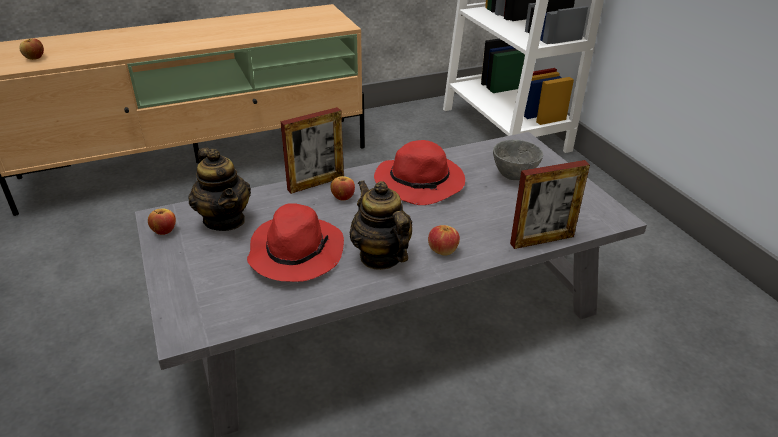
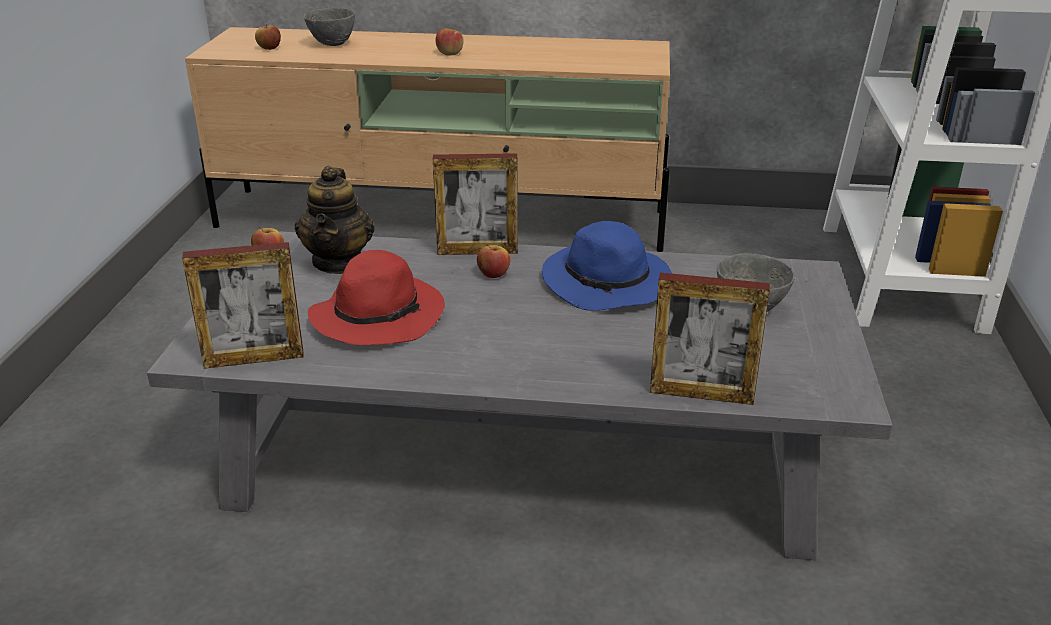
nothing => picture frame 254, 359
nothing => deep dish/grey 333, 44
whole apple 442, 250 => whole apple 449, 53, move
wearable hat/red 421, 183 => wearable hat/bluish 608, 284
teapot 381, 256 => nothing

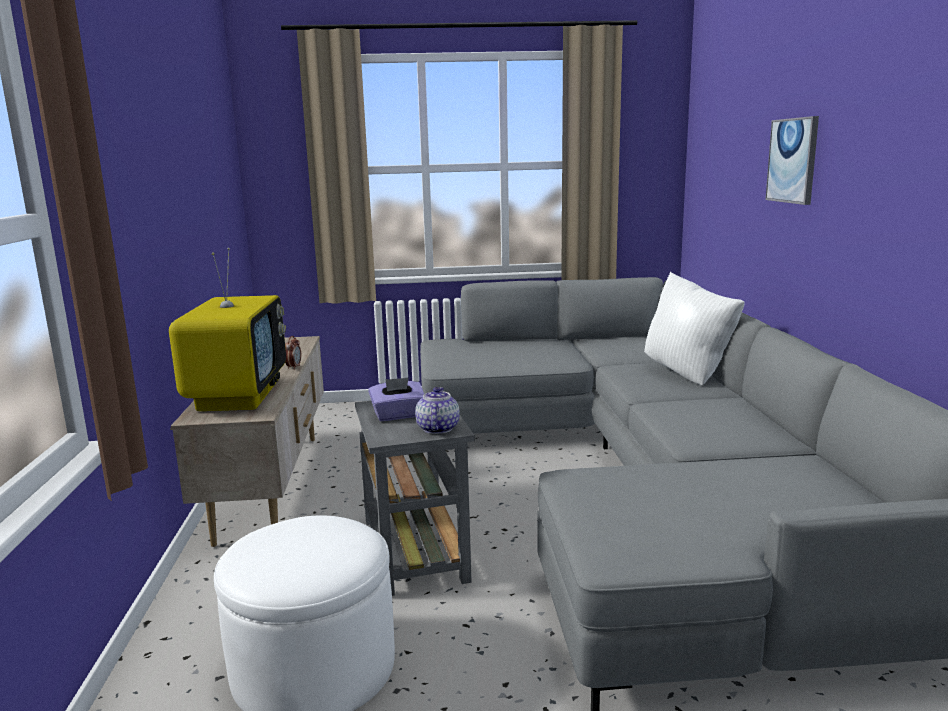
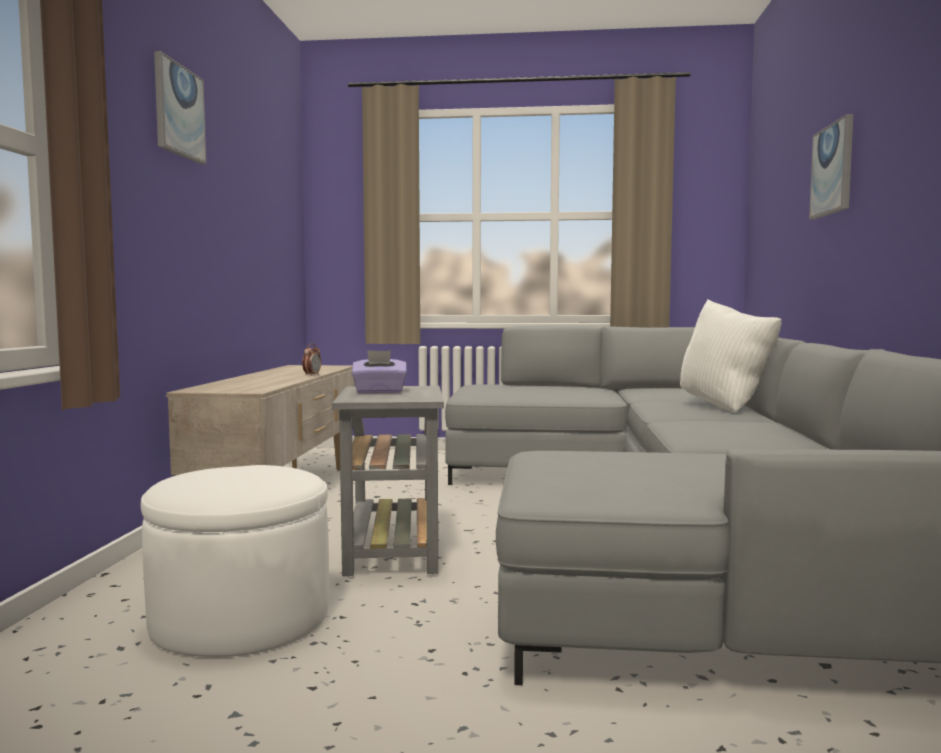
nothing => wall picture 178, 111
television 238, 395 => nothing
teapot 437, 428 => nothing

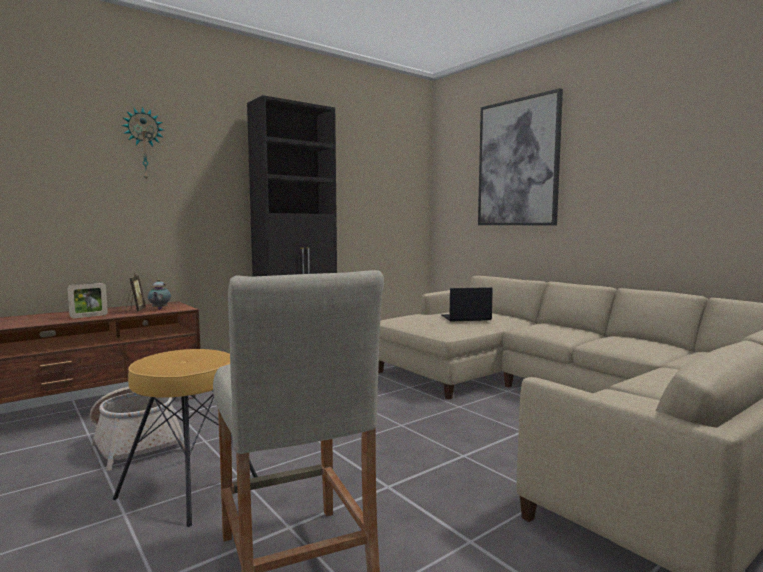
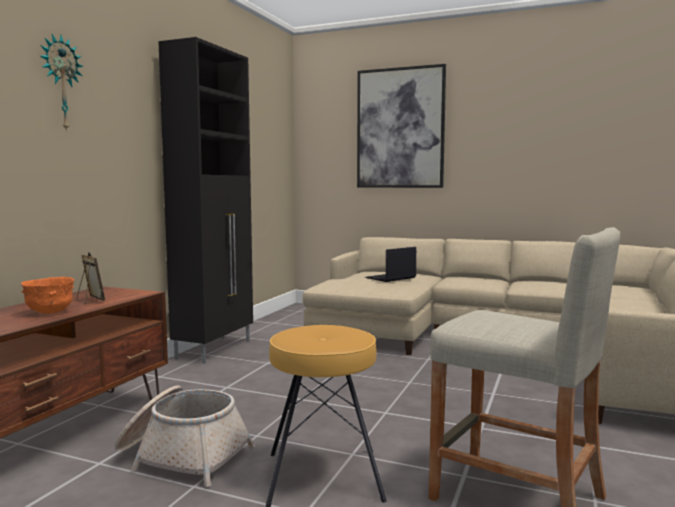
picture frame 89, 316 => deep dish/orange-coloured 50, 313
teapot 159, 309 => nothing

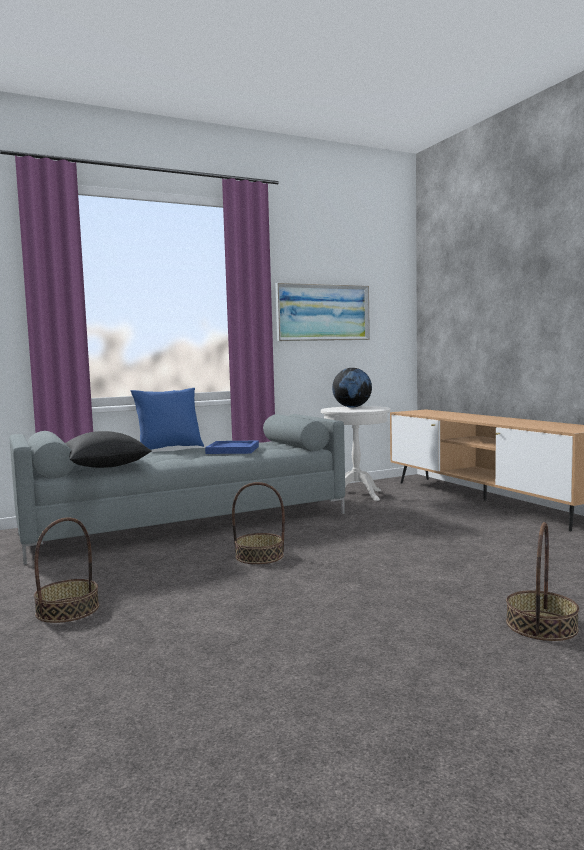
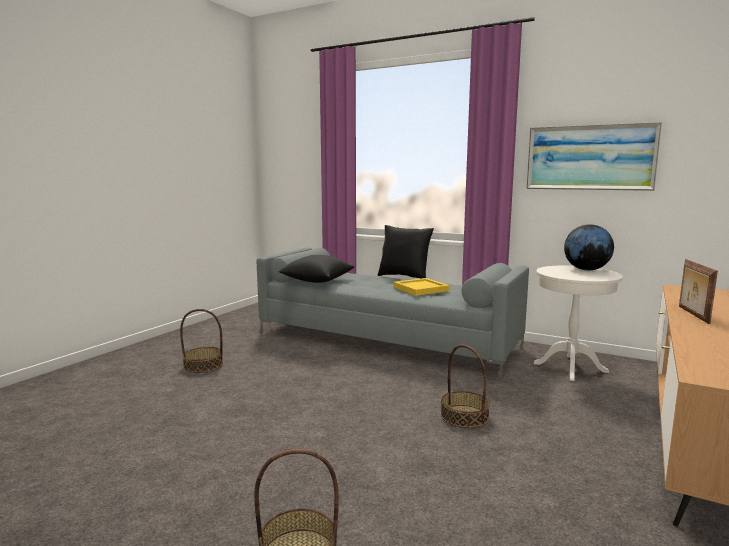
pillow/bluish 169, 449 => pillow/black 404, 277
serving tray/bluish 232, 450 => serving tray/yellow 421, 289
basket 259, 556 => basket 464, 416, move
nothing => picture frame 692, 314

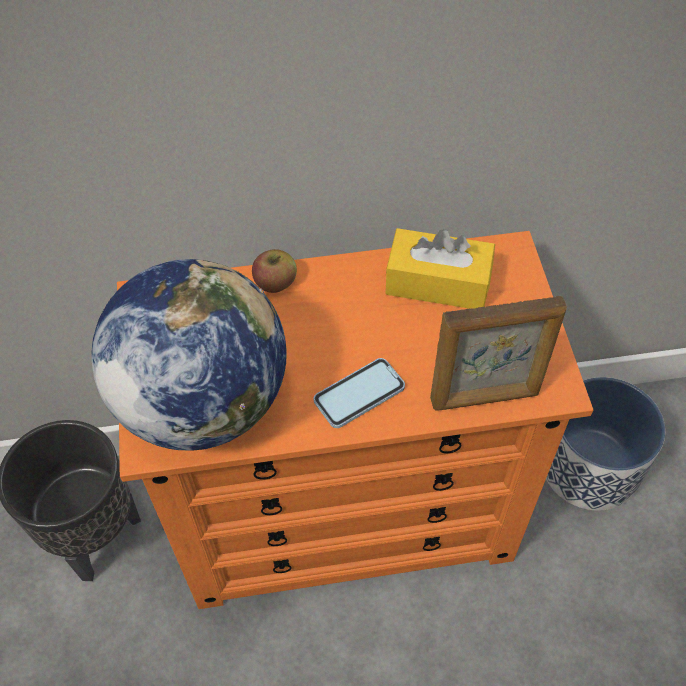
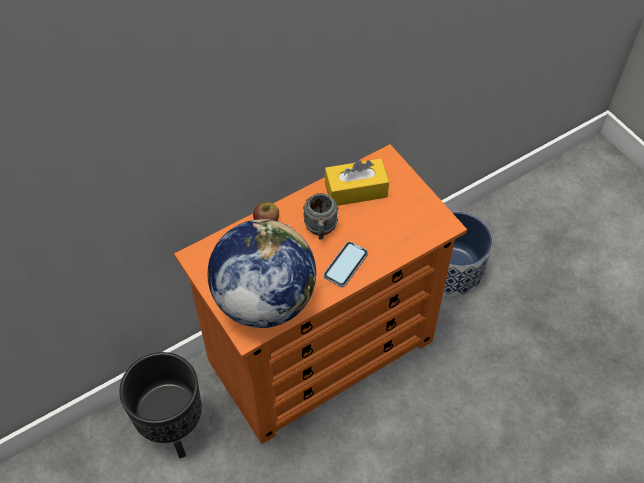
nothing => tea mug/grey 320, 230
picture frame 485, 398 => nothing

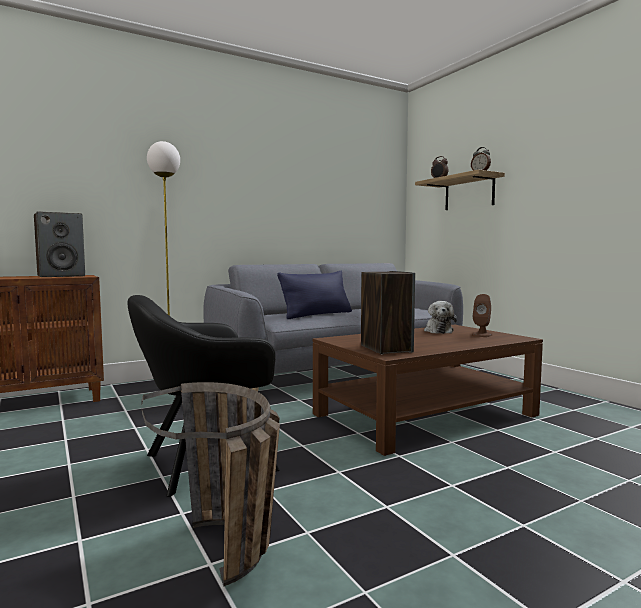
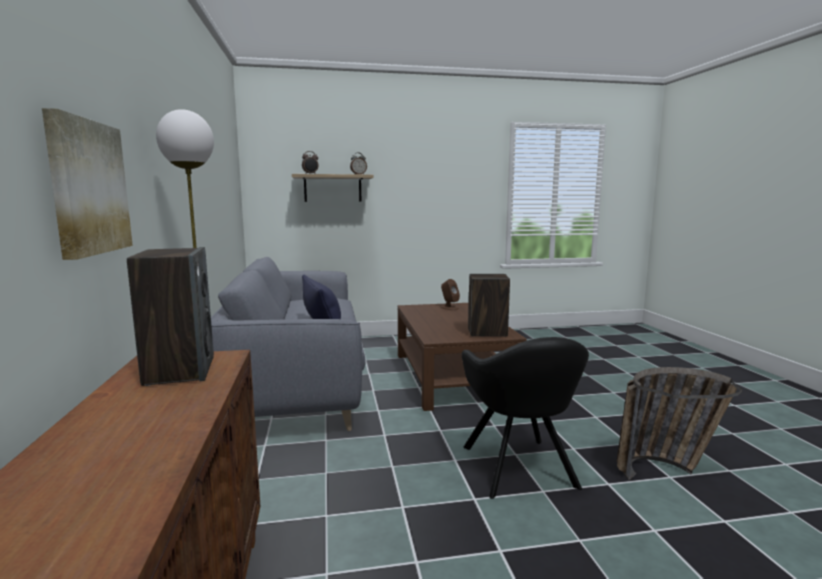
nothing => wall picture 87, 187
cuddly toy 438, 331 => nothing

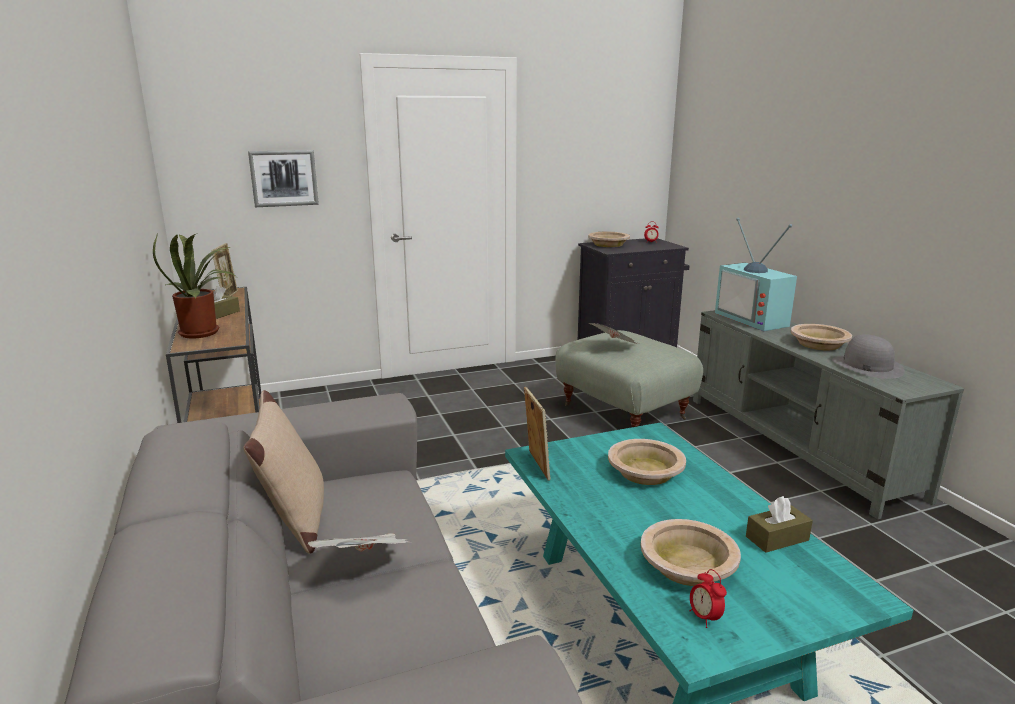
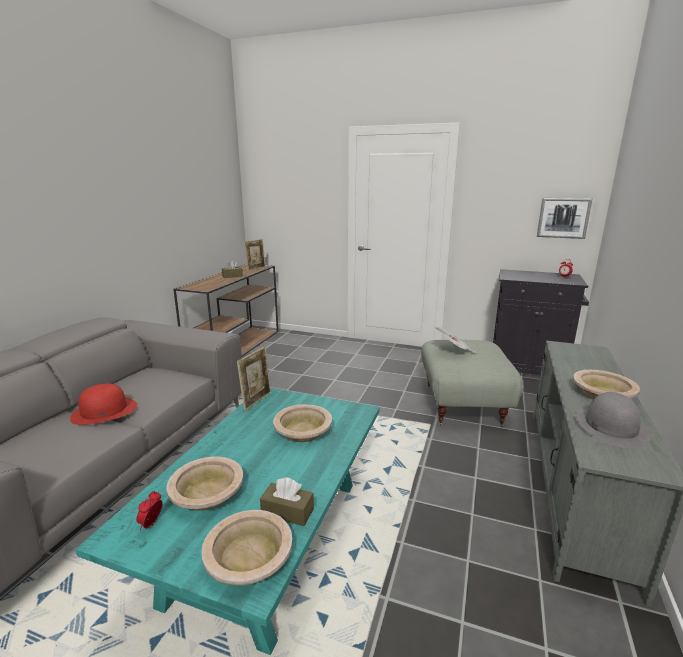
newspaper 365, 563 => wearable hat/red 104, 411
deep dish/beige-coloured 608, 244 => deep dish/beige-coloured 249, 558, move
wall picture 284, 178 => wall picture 563, 218, move
potted plant 204, 333 => nothing
pillow/beige-coloured 295, 523 => nothing
television 754, 319 => nothing

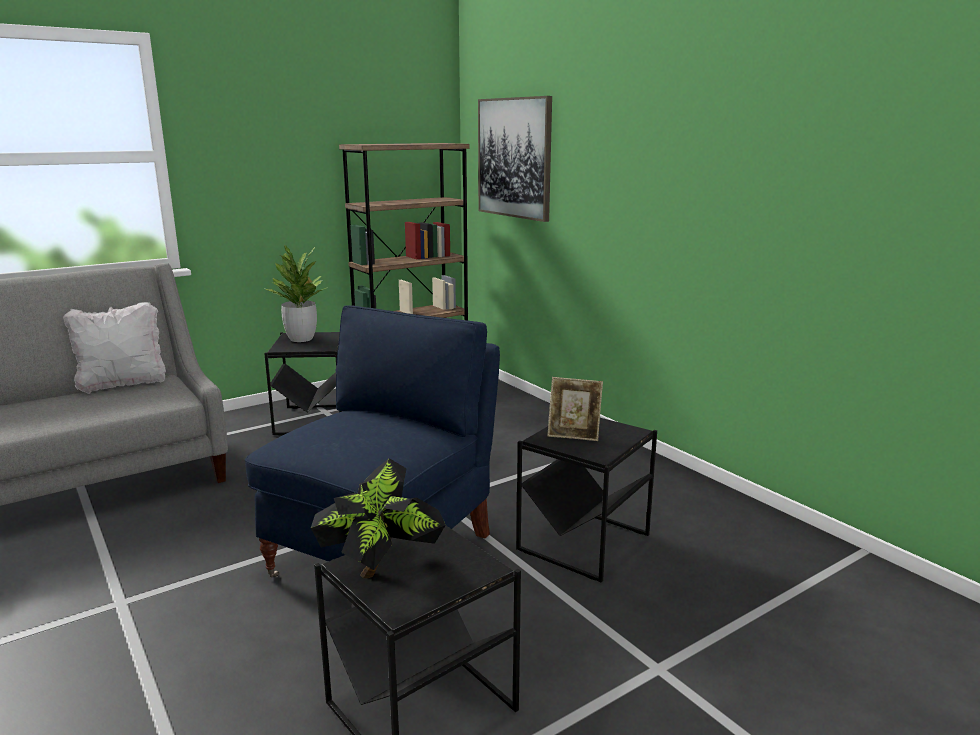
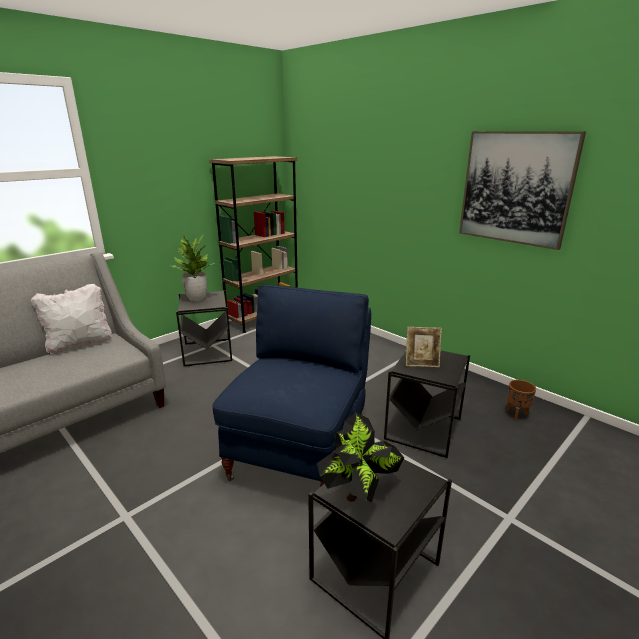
wall picture 514, 158 => wall picture 516, 188, move
nothing => plant pot/brown-coloured 517, 414

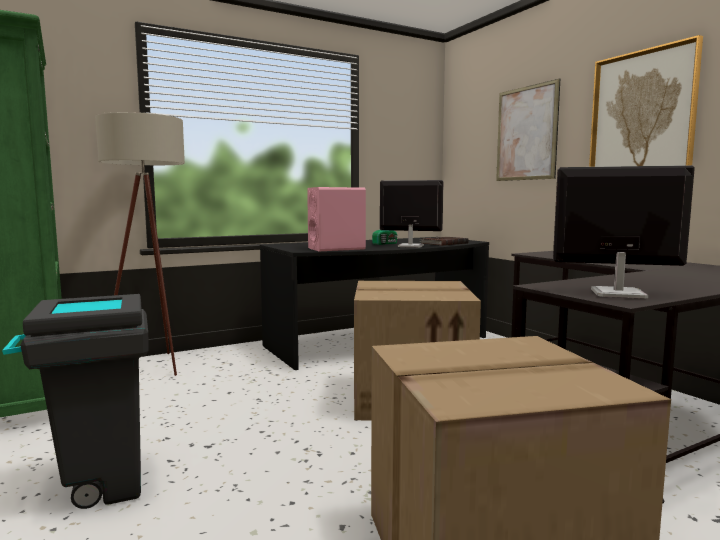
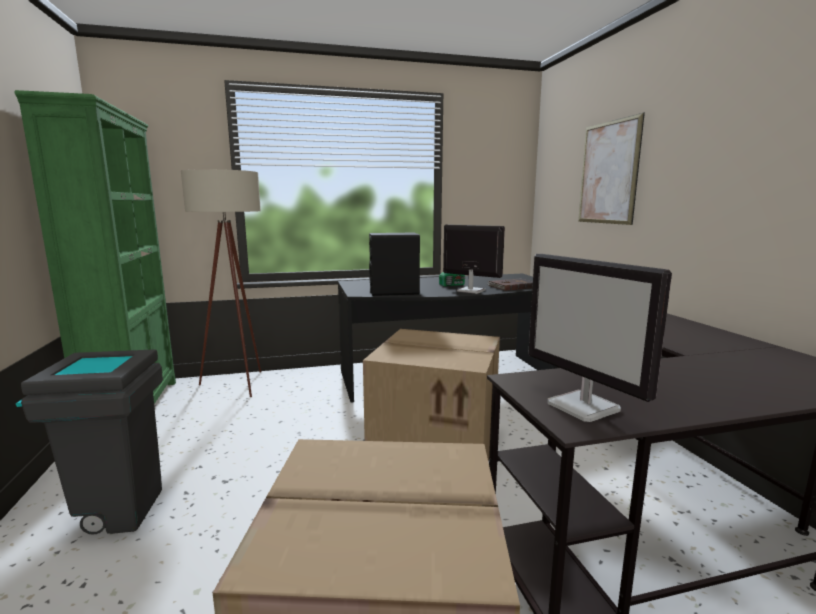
speaker/pink 336, 249 => speaker/black 394, 292
monitor 616, 294 => monitor 584, 407, 150 degrees counterclockwise
wall picture 641, 119 => nothing

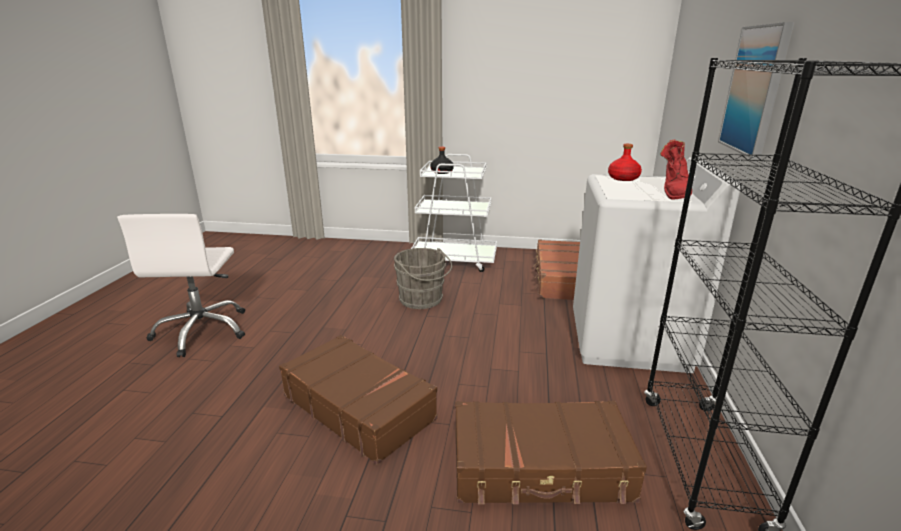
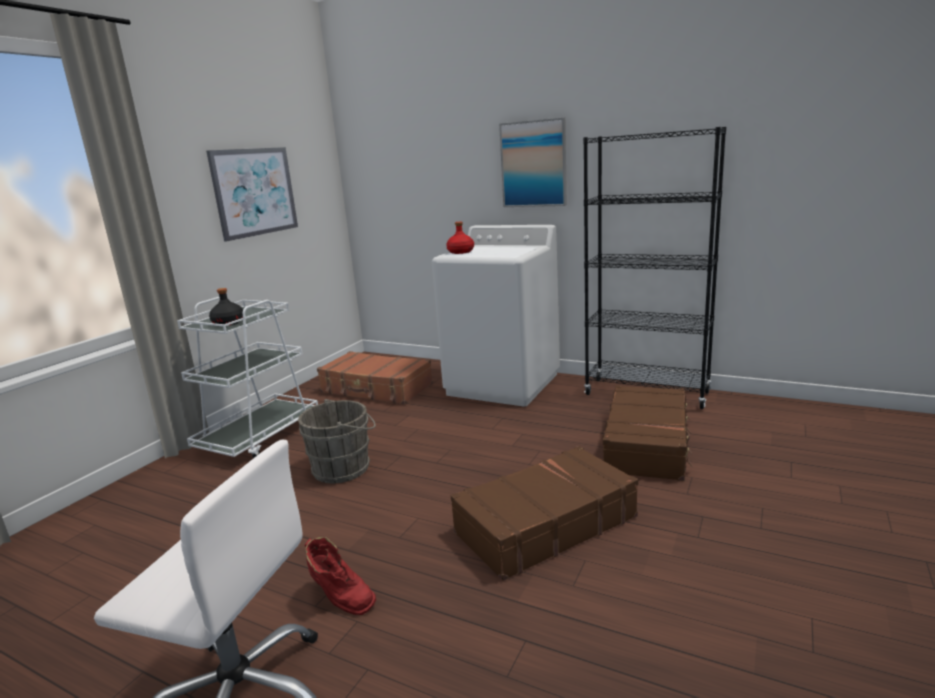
nothing => wall picture 254, 192
high-top boot/red 673, 193 => high-top boot/red 340, 598, move

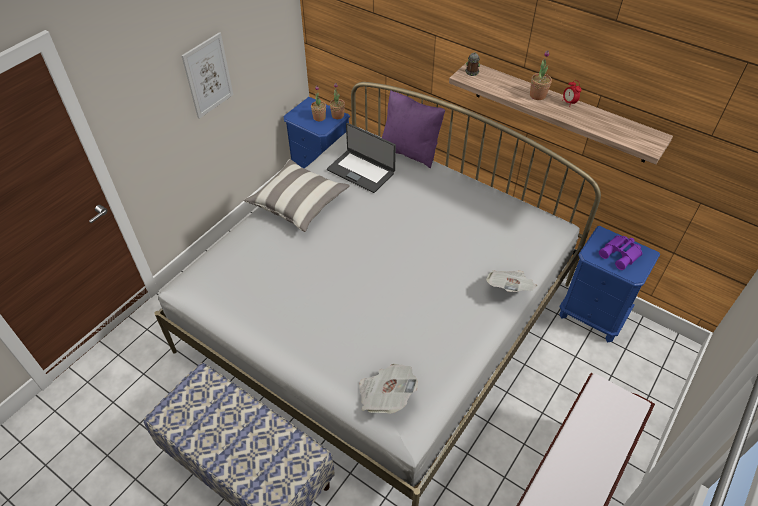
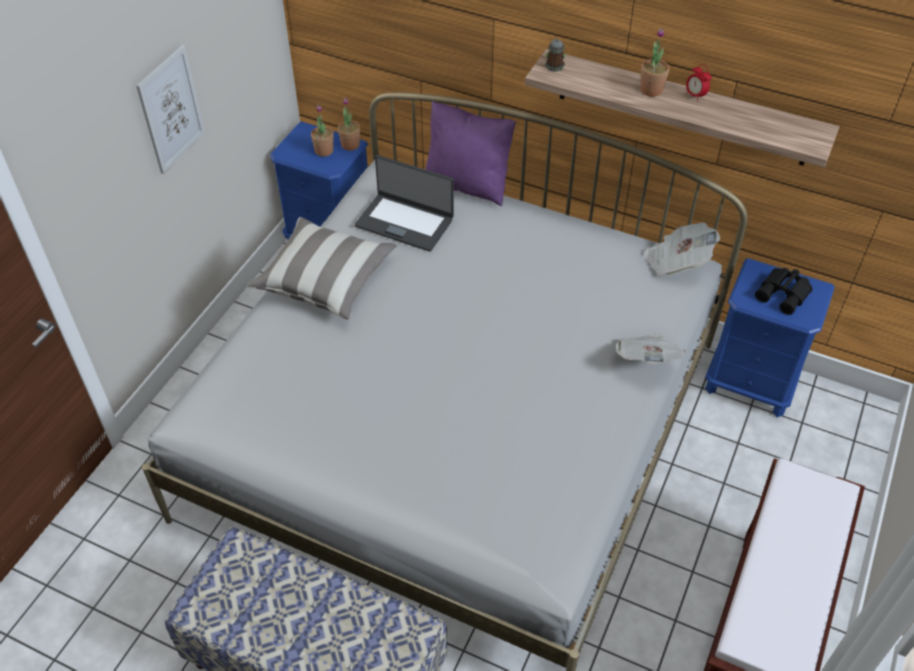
newspaper 385, 396 => newspaper 677, 262, move
field glasses/purple 621, 254 => field glasses/black 784, 294

